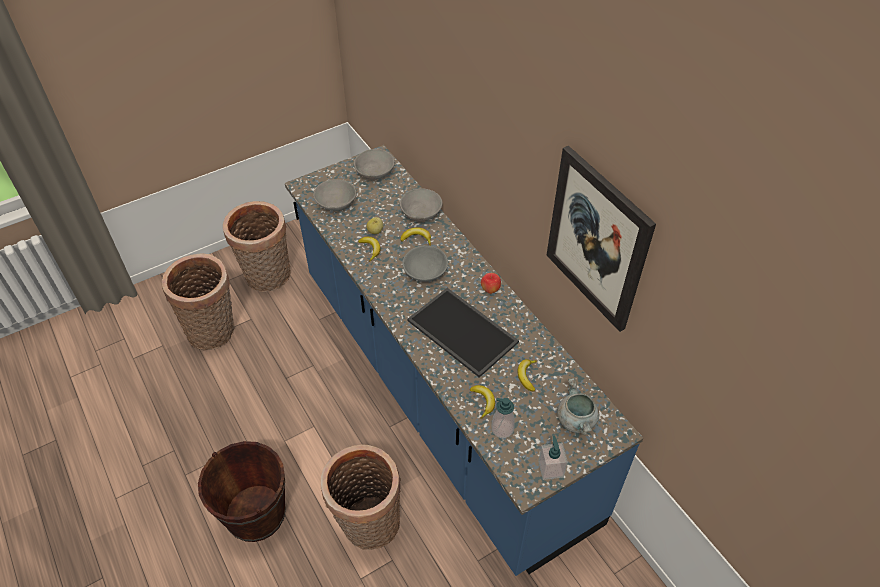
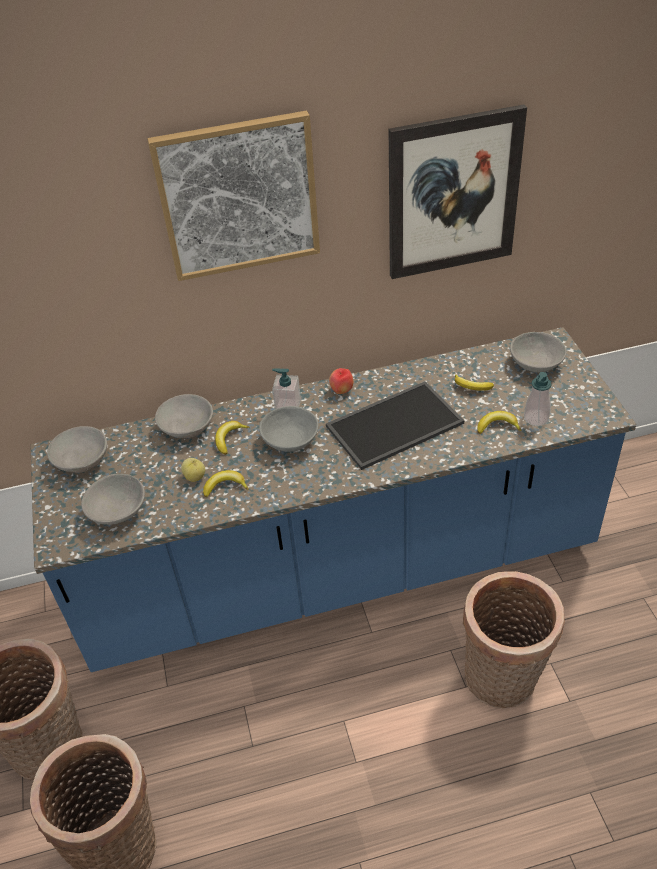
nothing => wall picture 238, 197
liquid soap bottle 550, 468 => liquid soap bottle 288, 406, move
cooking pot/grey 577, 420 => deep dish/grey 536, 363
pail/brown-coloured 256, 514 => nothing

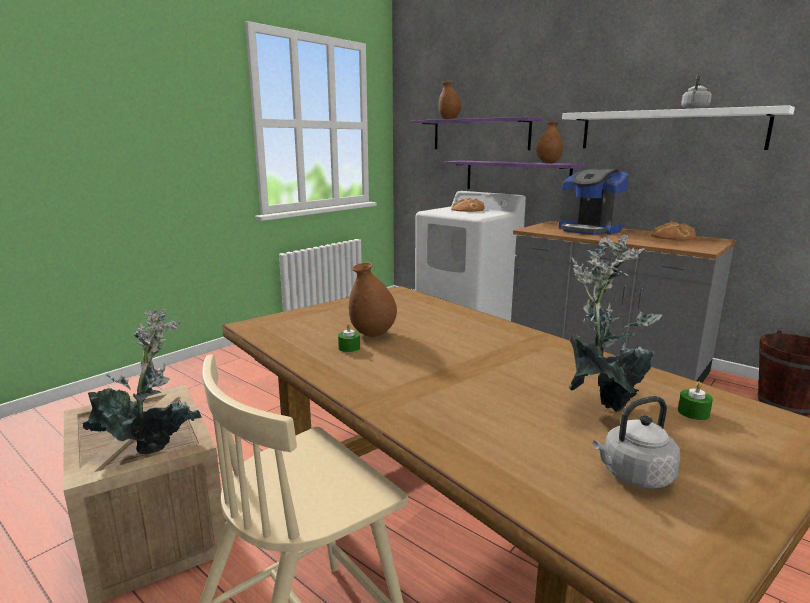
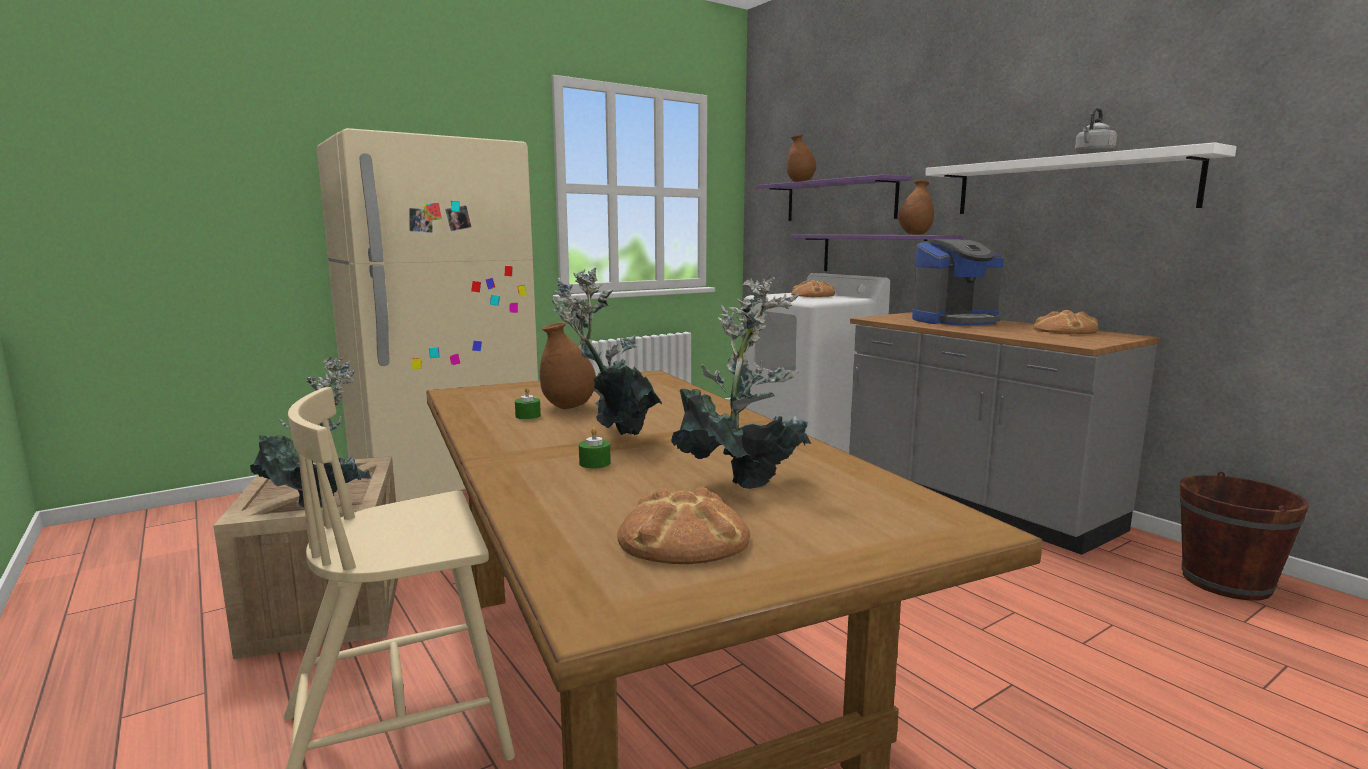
nothing => fridge/beige-coloured 446, 479
nothing => potted plant 613, 436
wax candle/greenish 693, 412 => wax candle/greenish 595, 463, move
tea kettle/grey 633, 476 => bakery bread 683, 537
coffee brewer 589, 230 => coffee brewer 955, 321, 75 degrees counterclockwise

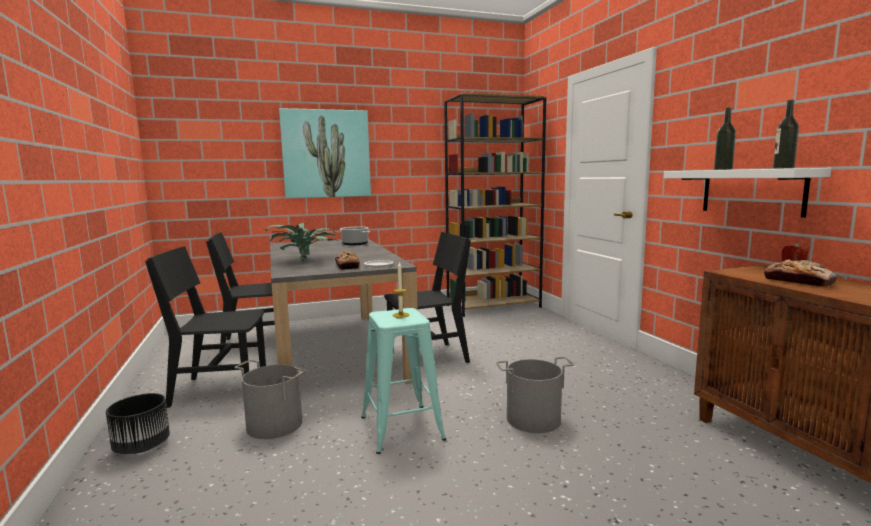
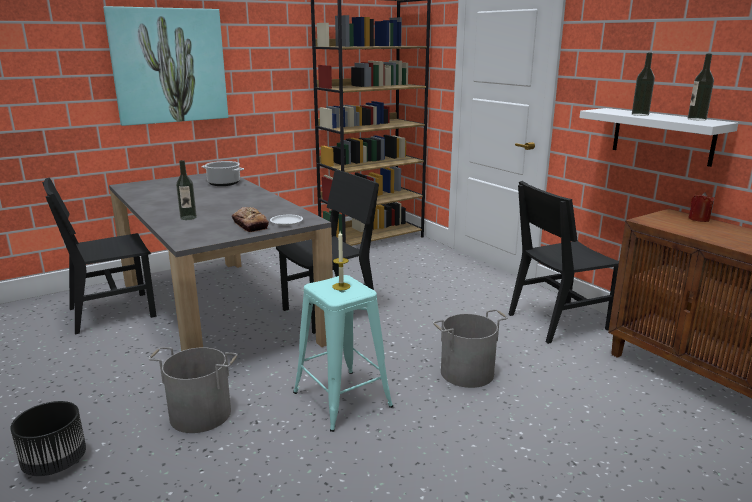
potted plant 304, 260 => drink bottle 188, 217
plain chair/black 219, 389 => plain chair/black 558, 321, move
bakery bread 798, 281 => nothing

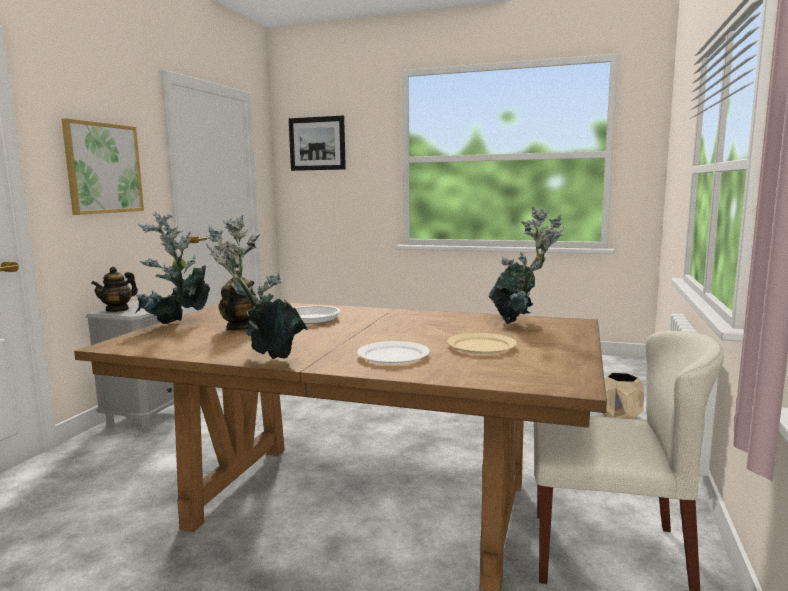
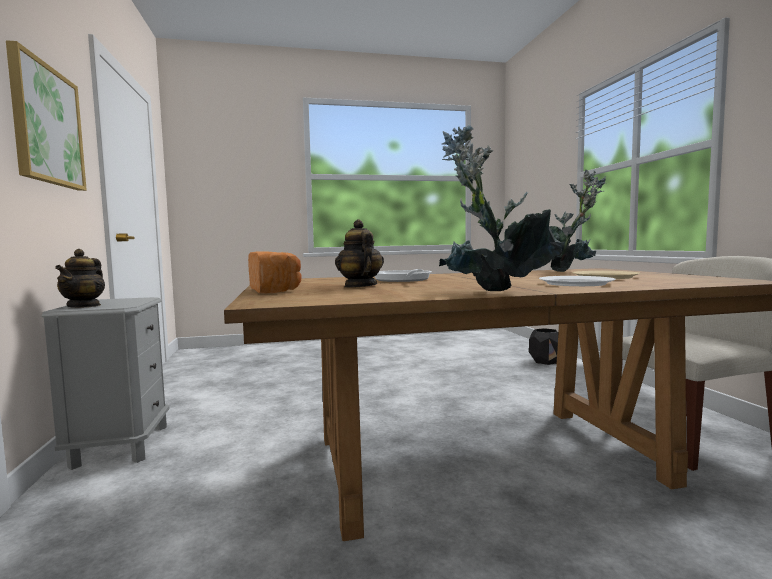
potted plant 177, 324 => bakery bread 275, 290
plant pot/beige-coloured 620, 416 => plant pot/black 546, 361
wall picture 317, 143 => nothing

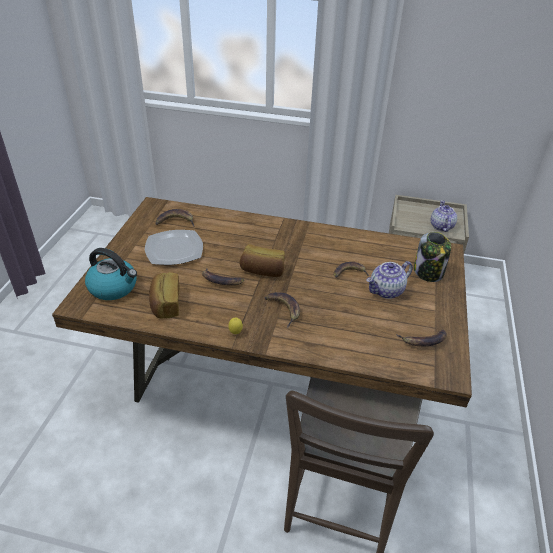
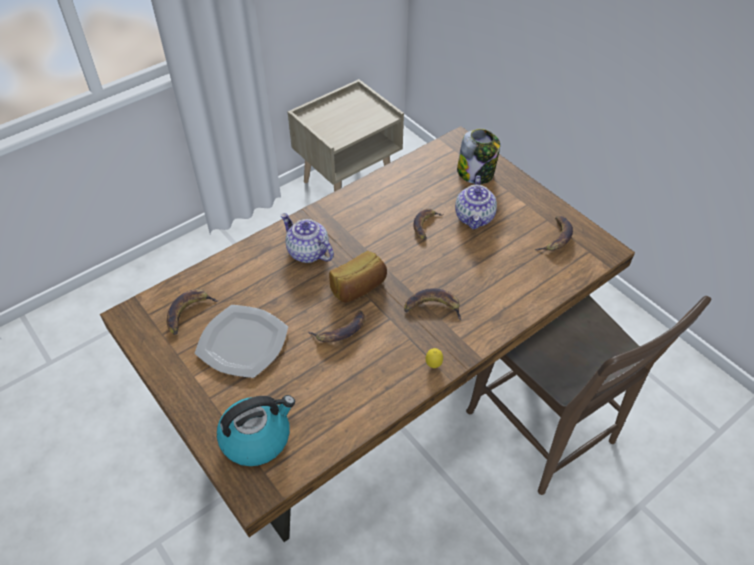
teapot 441, 226 => teapot 307, 252, move
bakery bread 165, 304 => nothing

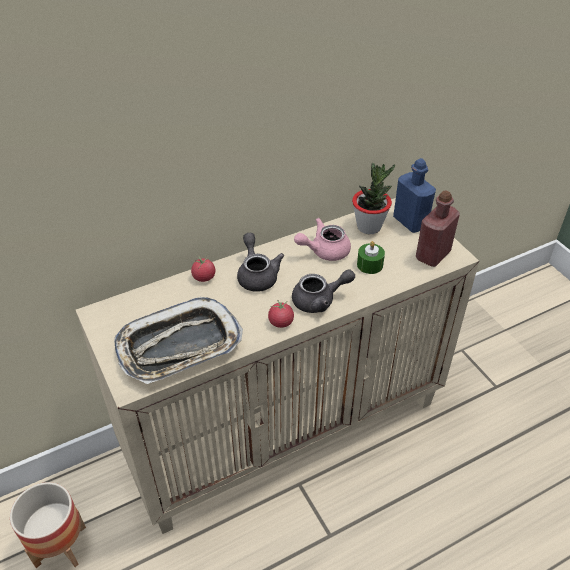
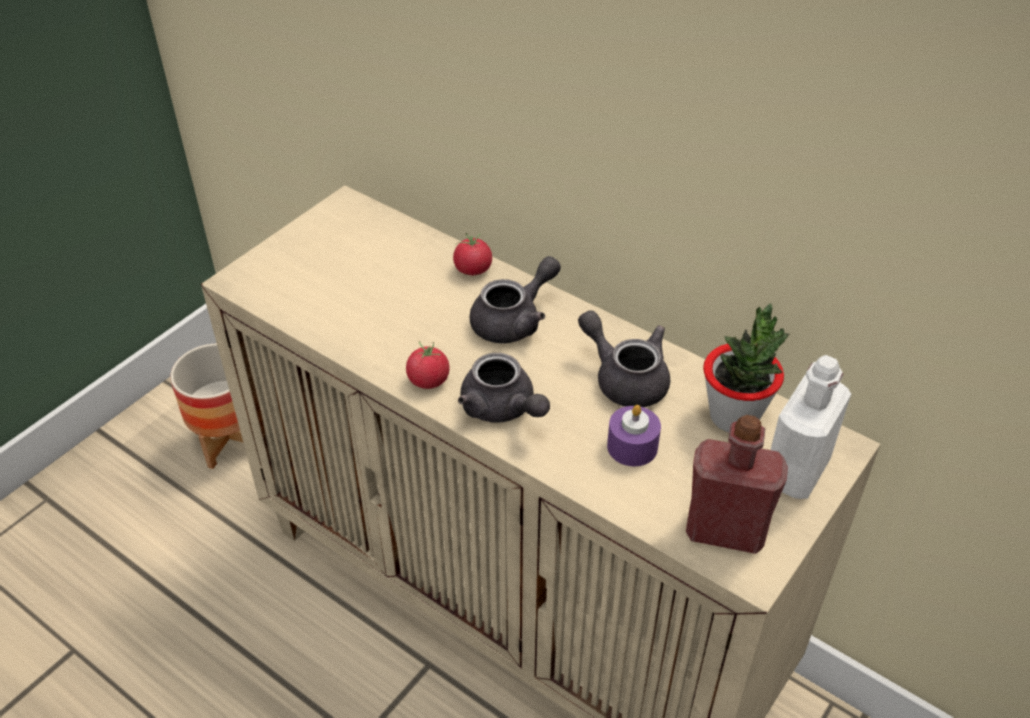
teapot/pink 324, 251 => teapot/grey 625, 378
wax candle/greenish 370, 265 => wax candle/purple 632, 446
drink bottle/bluish 410, 222 => drink bottle/whitish 796, 471
serving tray 179, 346 => nothing

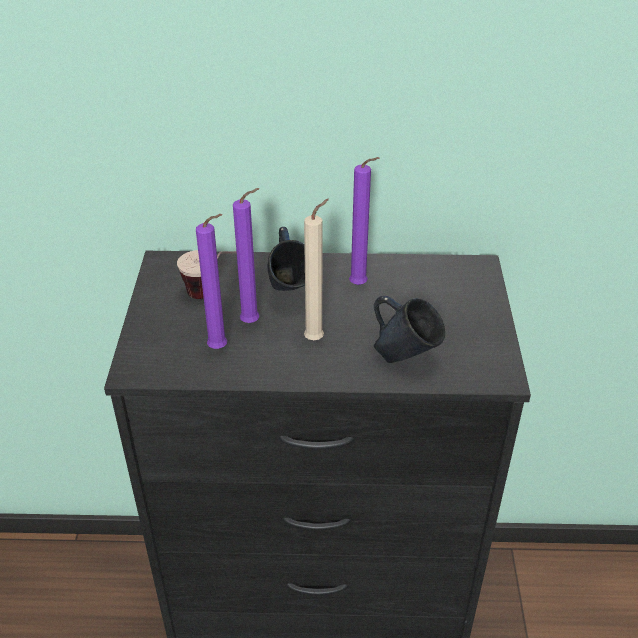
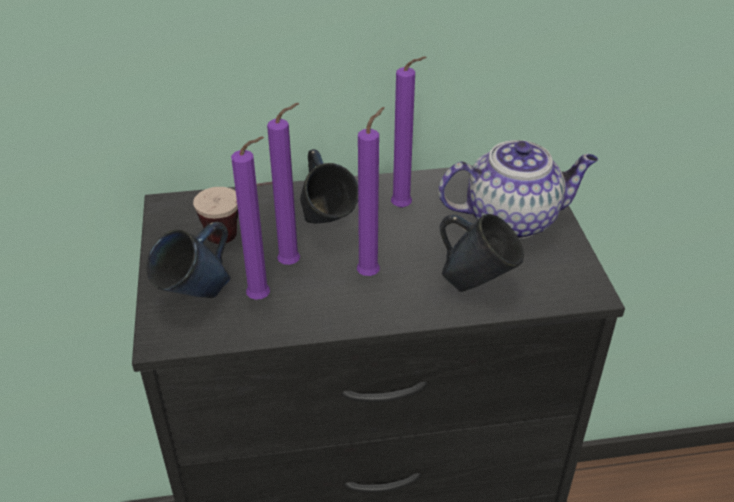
nothing => tea mug/bluish 197, 297
wax candle/beige-coloured 317, 338 => wax candle/purple 371, 273
nothing => teapot 513, 219

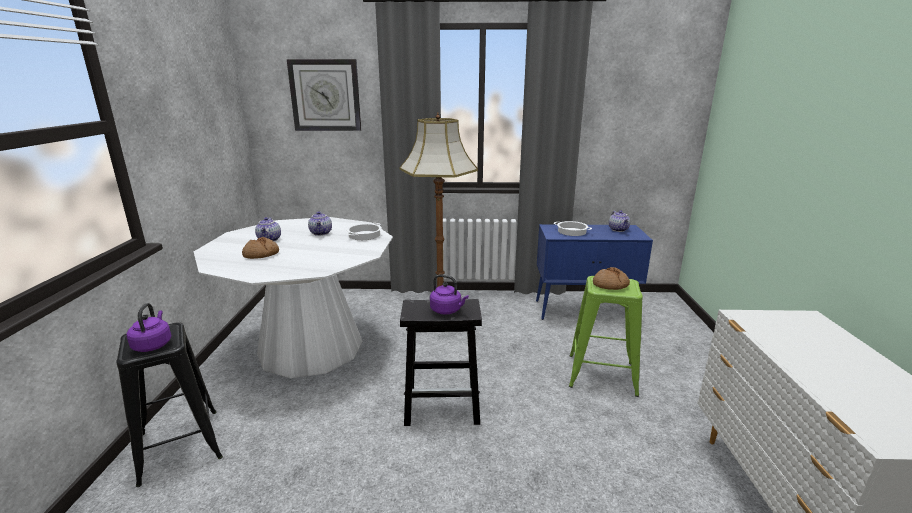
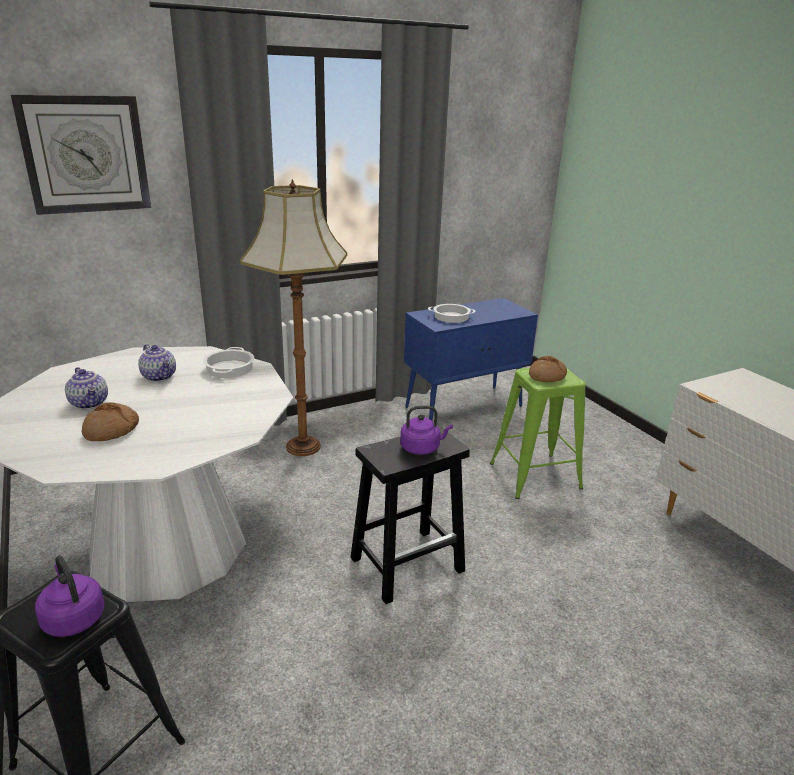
teapot 619, 230 => nothing

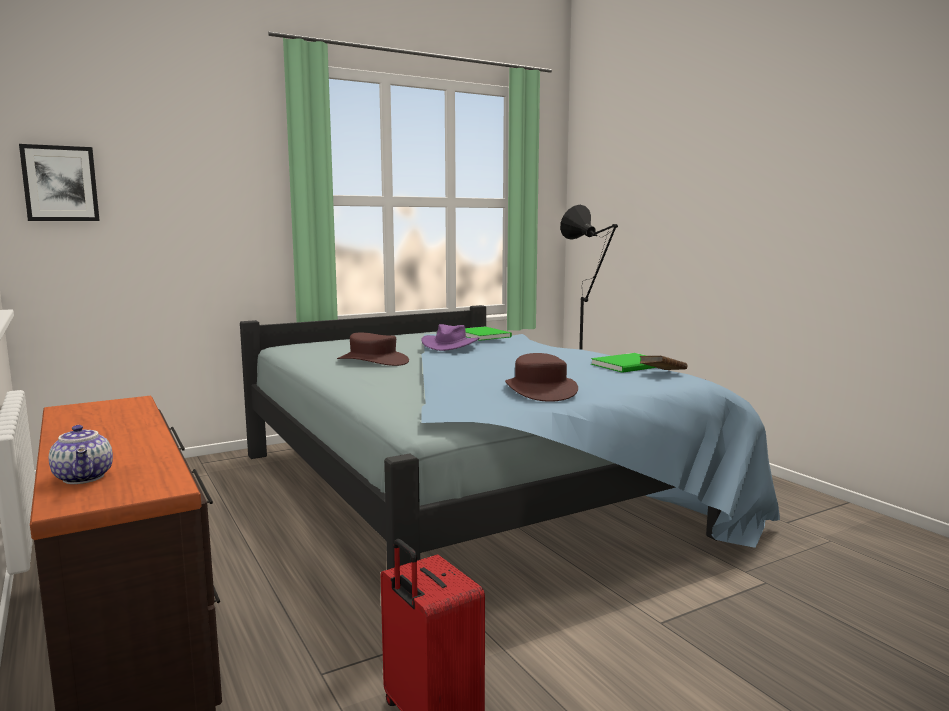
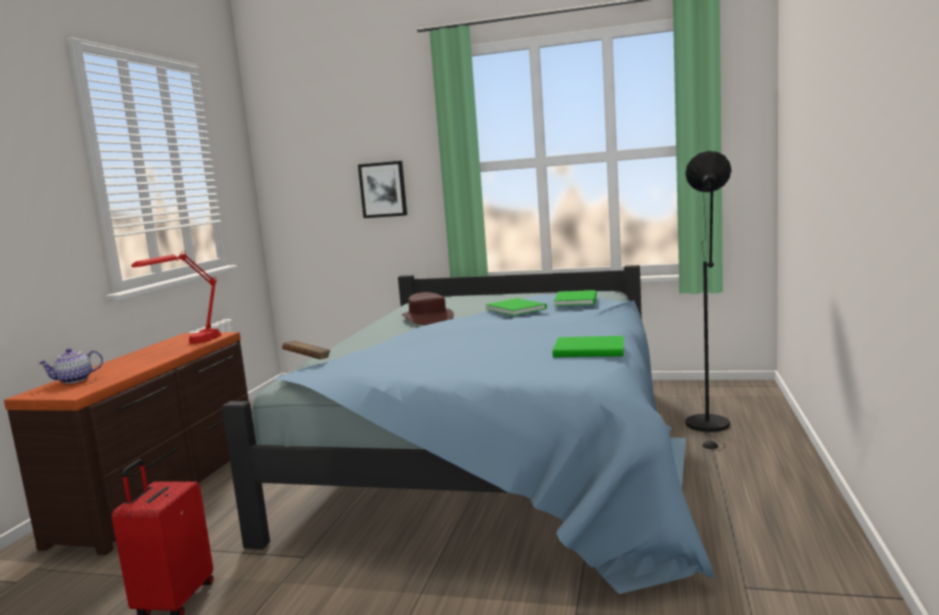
teapot 85, 477 => teapot 74, 380, 45 degrees clockwise
nothing => lamp for a table/red 189, 344
book/brown-coloured 662, 373 => book/brown-coloured 308, 361, move
wall picture 60, 183 => wall picture 383, 189, move
wearable hat/purple 450, 345 => book/greenish 515, 308
wearable hat/brown-coloured 540, 390 => nothing

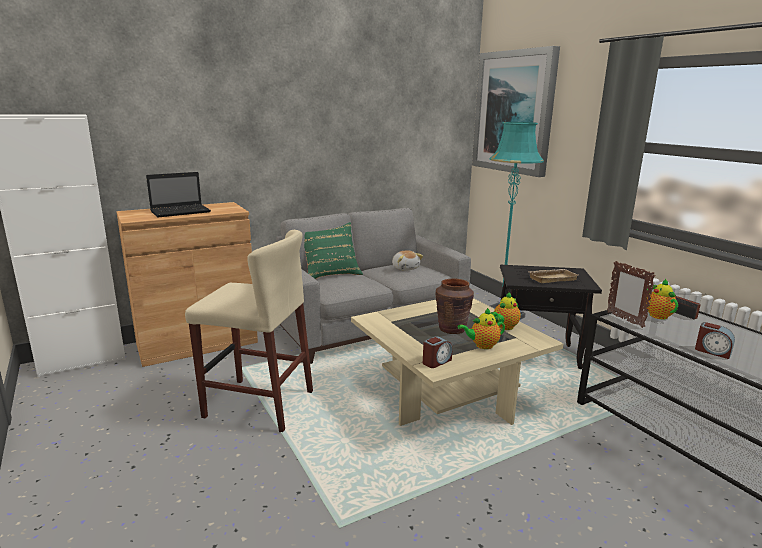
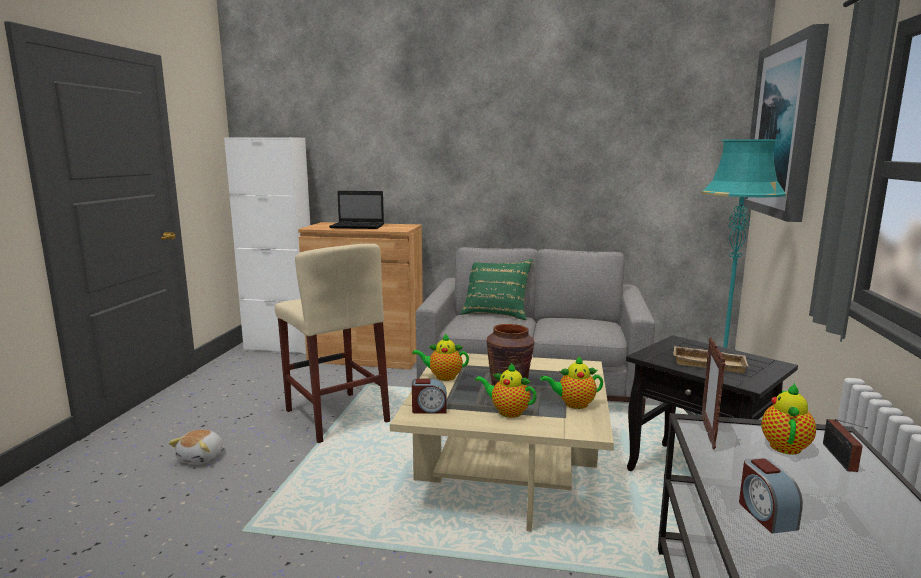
cuddly toy 405, 268 => cuddly toy 202, 457, move
nothing => teapot 443, 377

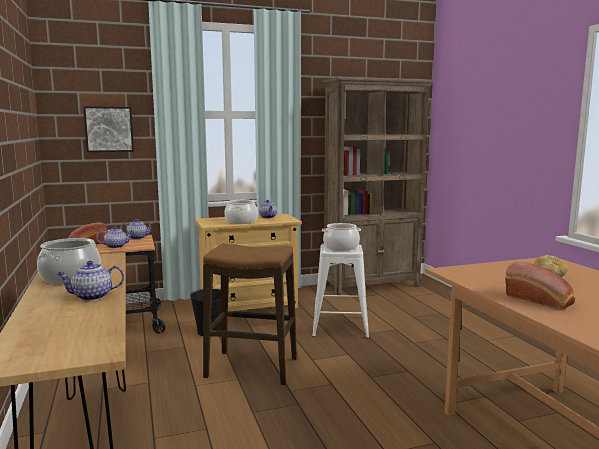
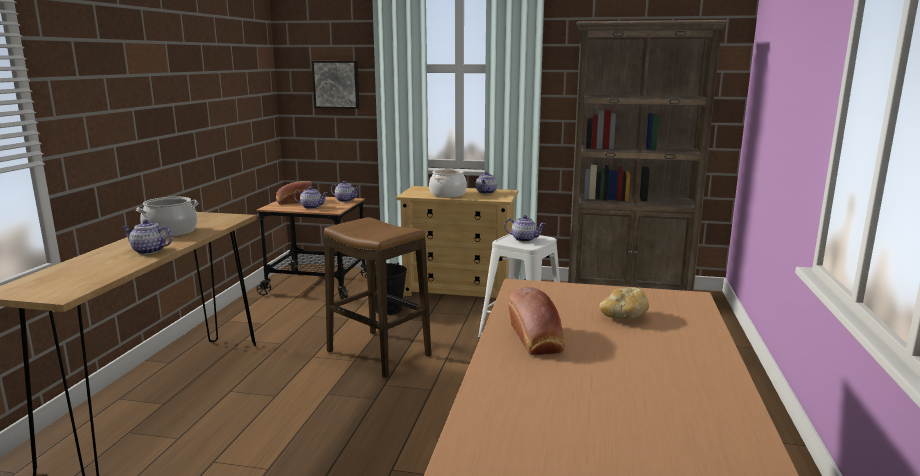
cooking pot 341, 247 => teapot 524, 239

